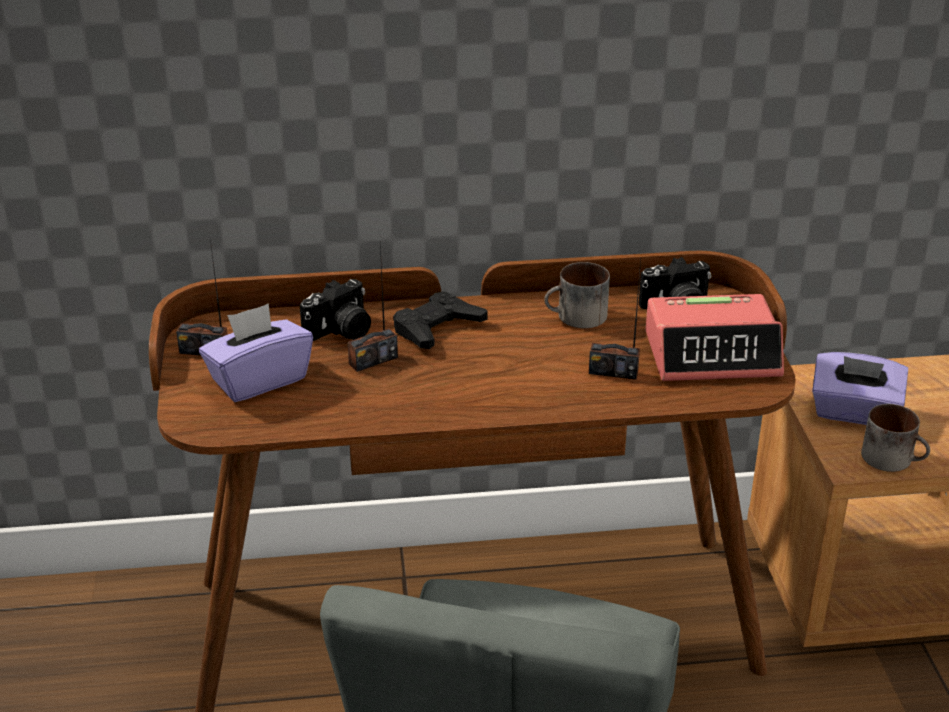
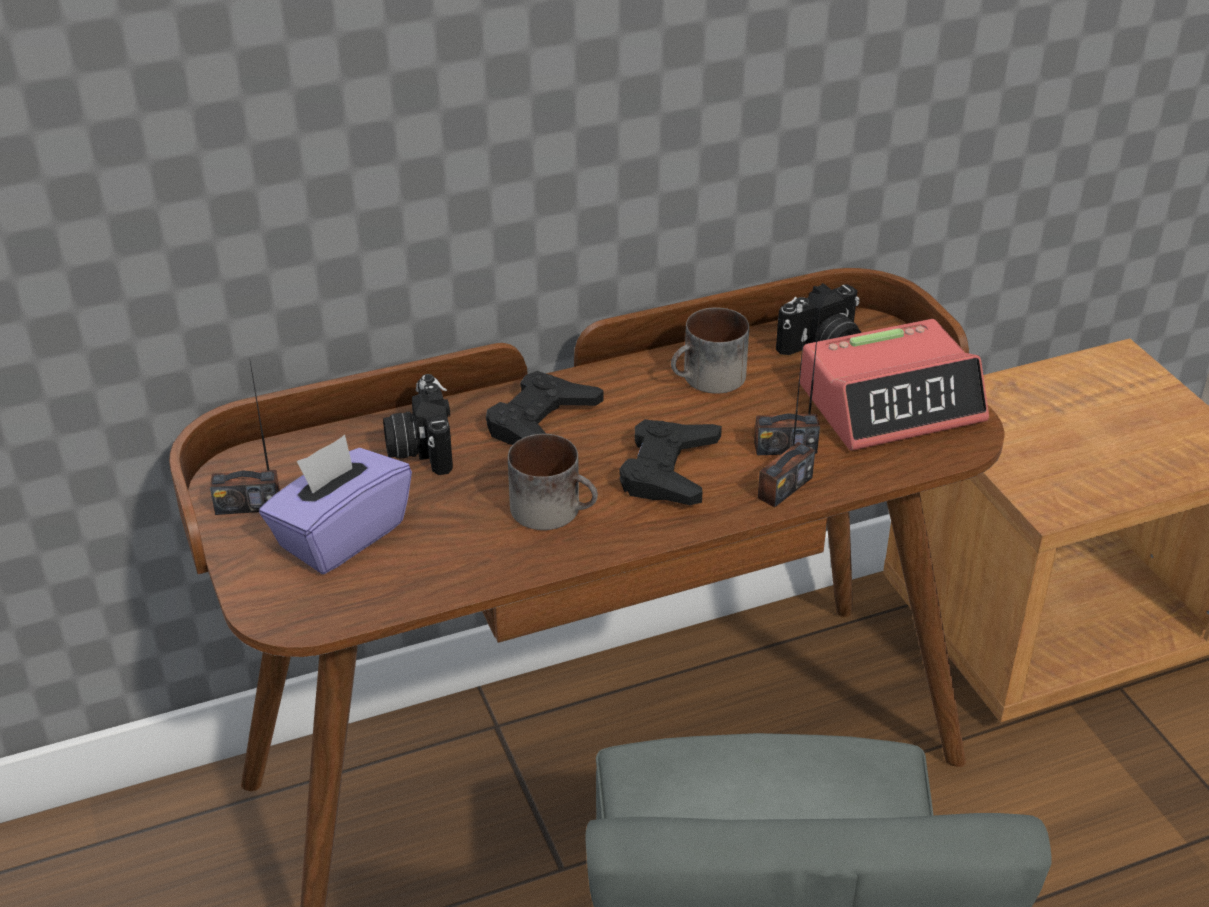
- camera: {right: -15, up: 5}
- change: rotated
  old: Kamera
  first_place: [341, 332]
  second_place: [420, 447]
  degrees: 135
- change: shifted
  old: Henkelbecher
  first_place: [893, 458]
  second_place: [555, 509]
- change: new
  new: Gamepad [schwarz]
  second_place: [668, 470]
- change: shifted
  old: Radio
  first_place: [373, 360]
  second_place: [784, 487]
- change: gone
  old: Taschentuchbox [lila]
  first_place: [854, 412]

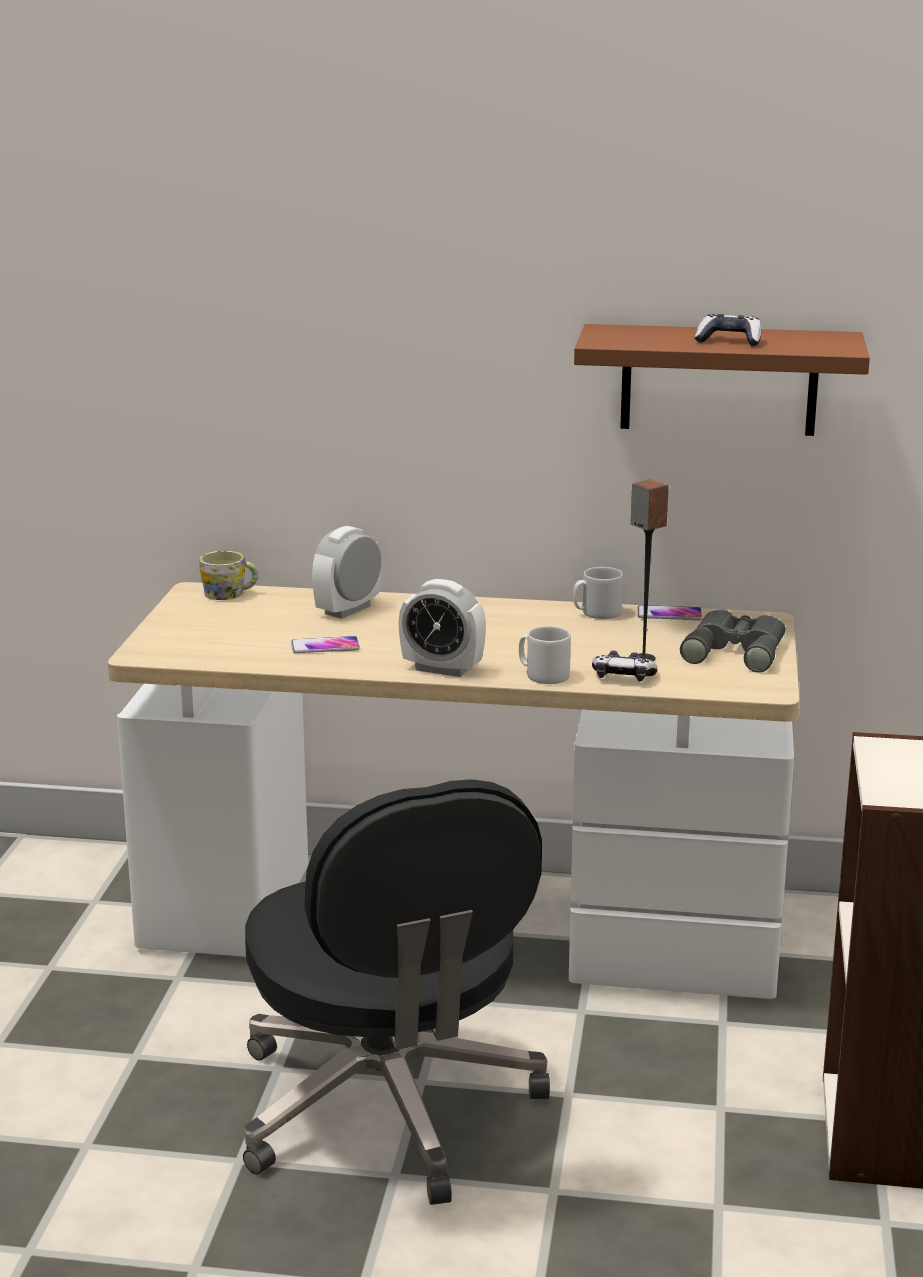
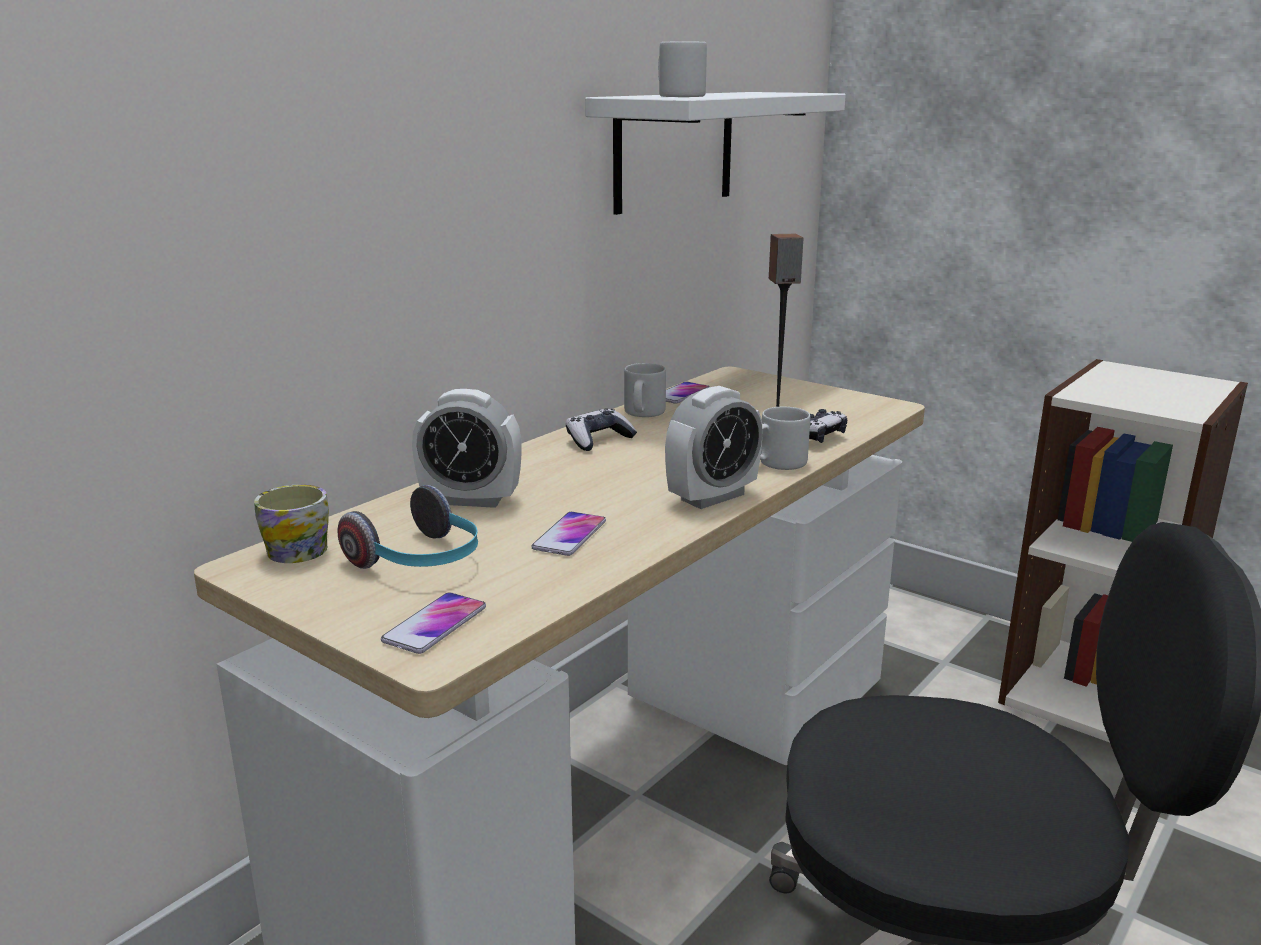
- camera: {right: -60, up: 0}
- change: new
  new: Kopfhörer
  second_place: [420, 561]
- change: new
  new: Handy
  second_place: [435, 624]
- change: rotated
  old: Wecker
  first_place: [348, 610]
  second_place: [470, 500]
  degrees: -60
- change: shifted
  old: Gamepad
  first_place: [729, 341]
  second_place: [598, 440]
- change: repainted
  old: Wandregal [braun]
  new: Wandregal [weiß]
  first_place: [719, 380]
  second_place: [674, 150]
- change: new
  new: Henkelbecher [grau]
  second_place: [678, 96]
- change: gone
  old: Fernglas [grau]
  first_place: [736, 649]

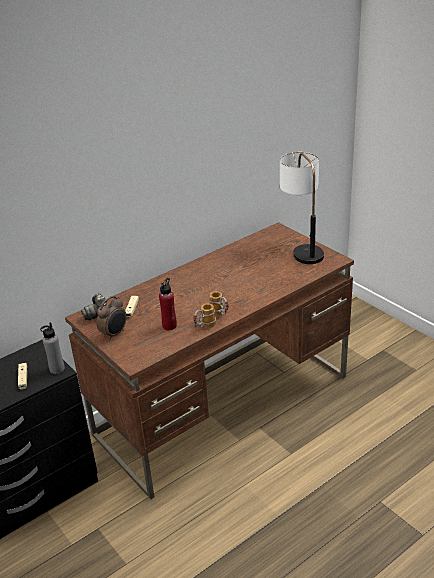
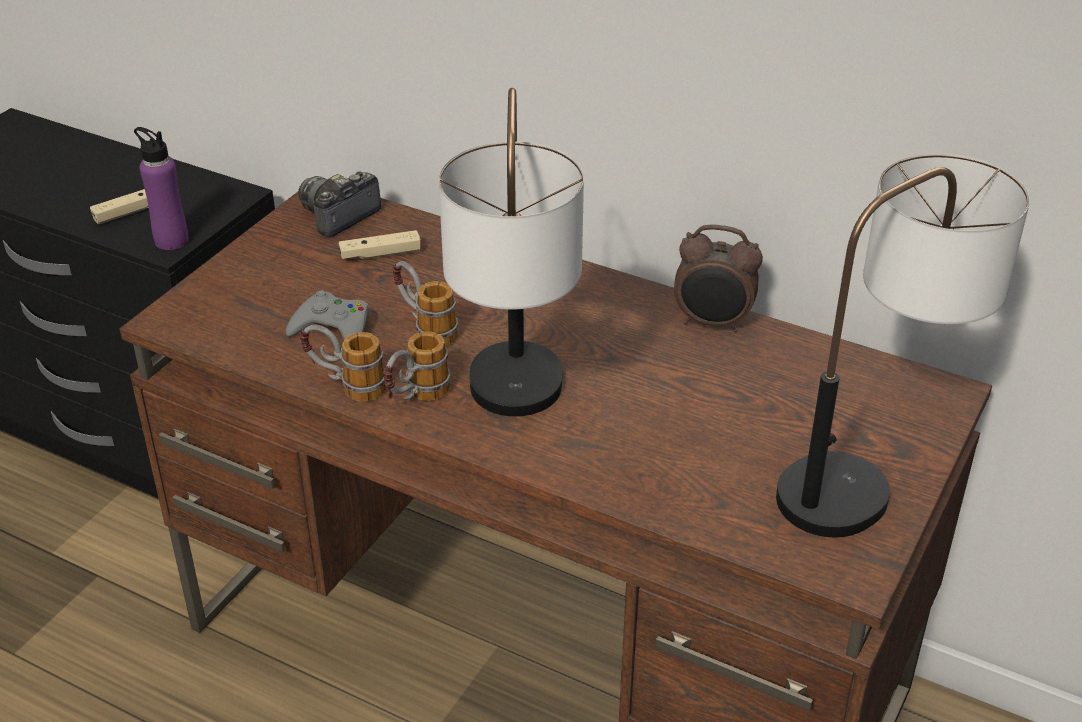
- camera: {right: 65, up: 5}
- change: repainted
  old: Flasche [grau]
  new: Flasche [lila]
  first_place: [57, 369]
  second_place: [171, 240]
- change: swapped
  old: Flasche [rot]
  new: Gamepad [grau]
  first_place: [169, 326]
  second_place: [333, 329]
- change: new
  new: Henkelbecher
  second_place: [424, 328]
- change: new
  new: Tischlampe
  second_place: [515, 416]
- change: shifted
  old: Wecker
  first_place: [114, 334]
  second_place: [712, 323]

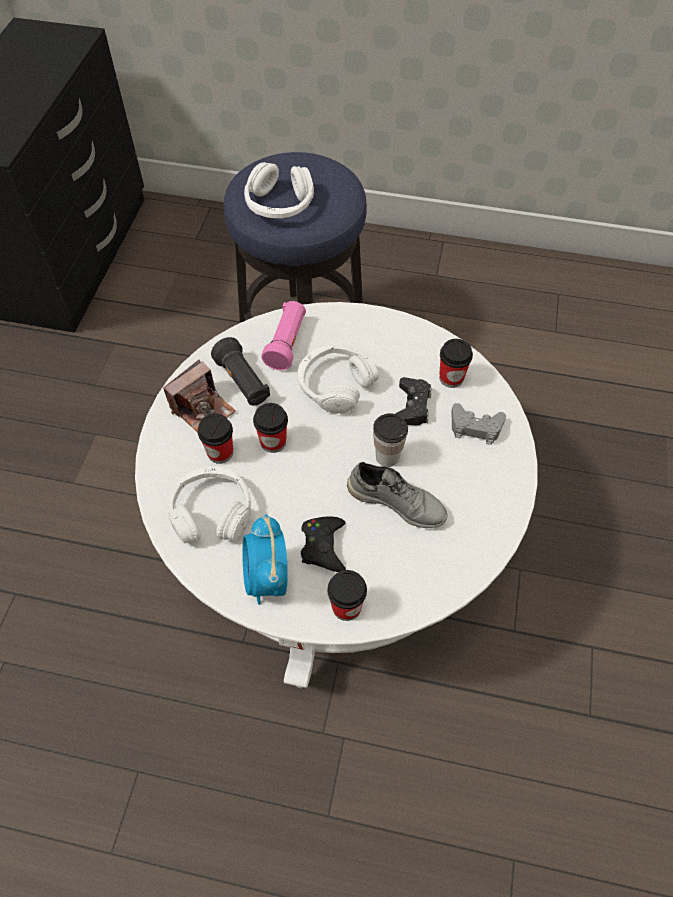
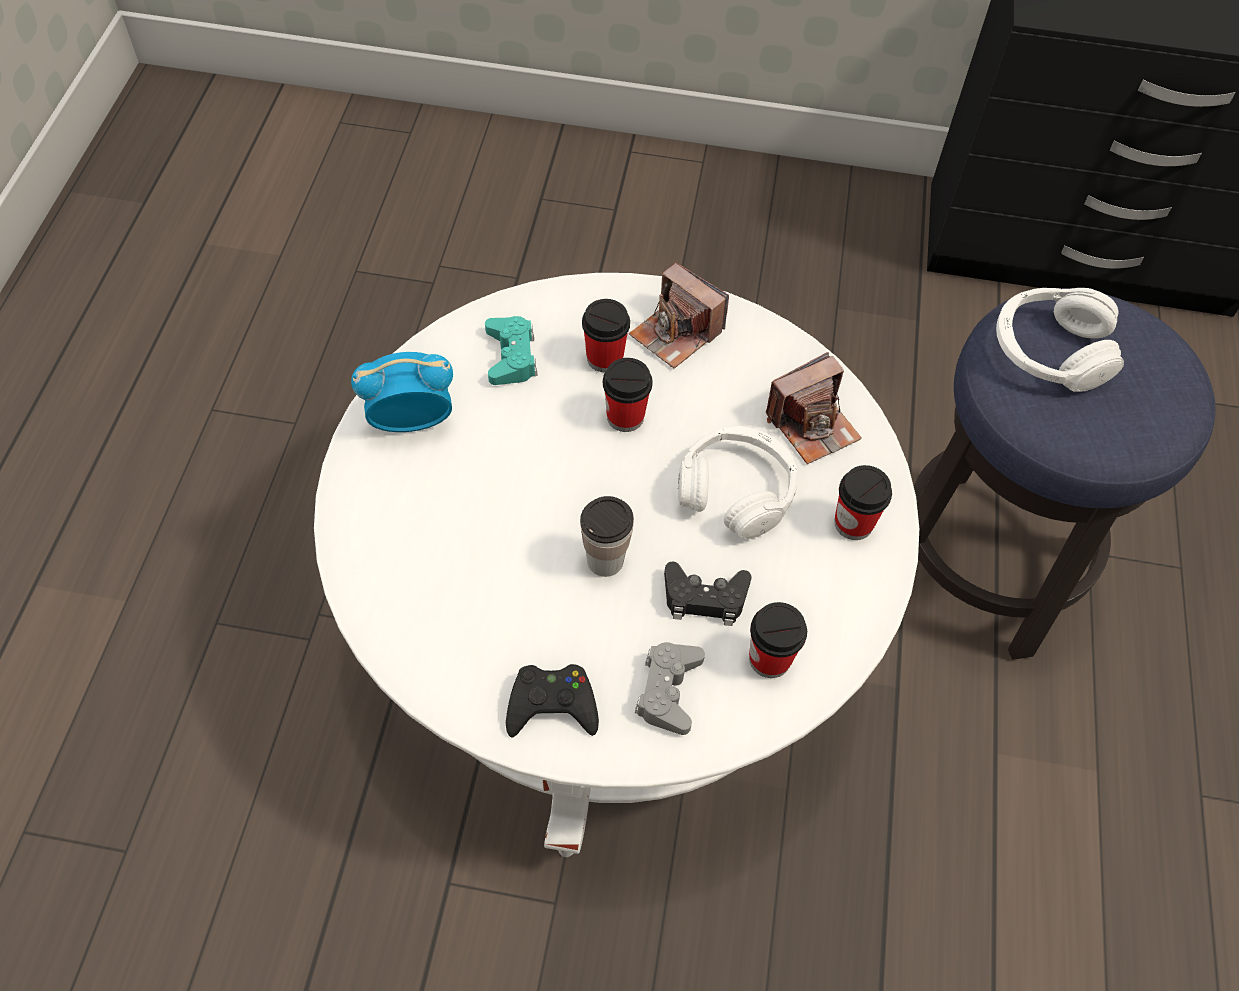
- camera: {right: 85, up: 0}
- change: swapped
  old: Kopfhörer [weiß]
  new: Gamepad [türkis]
  first_place: [212, 511]
  second_place: [511, 356]
- change: shifted
  old: Gamepad [schwarz]
  first_place: [323, 546]
  second_place: [552, 705]
- change: swapped
  old: Taschenlampe [rosa]
  new: Kamera
  first_place: [287, 343]
  second_place: [812, 425]
- change: shifted
  old: Tasse
  first_place: [346, 607]
  second_place: [853, 523]
- change: gone
  old: Taschenlampe [schwarz]
  first_place: [243, 382]
- change: gone
  old: Schuh [grau]
  first_place: [397, 501]

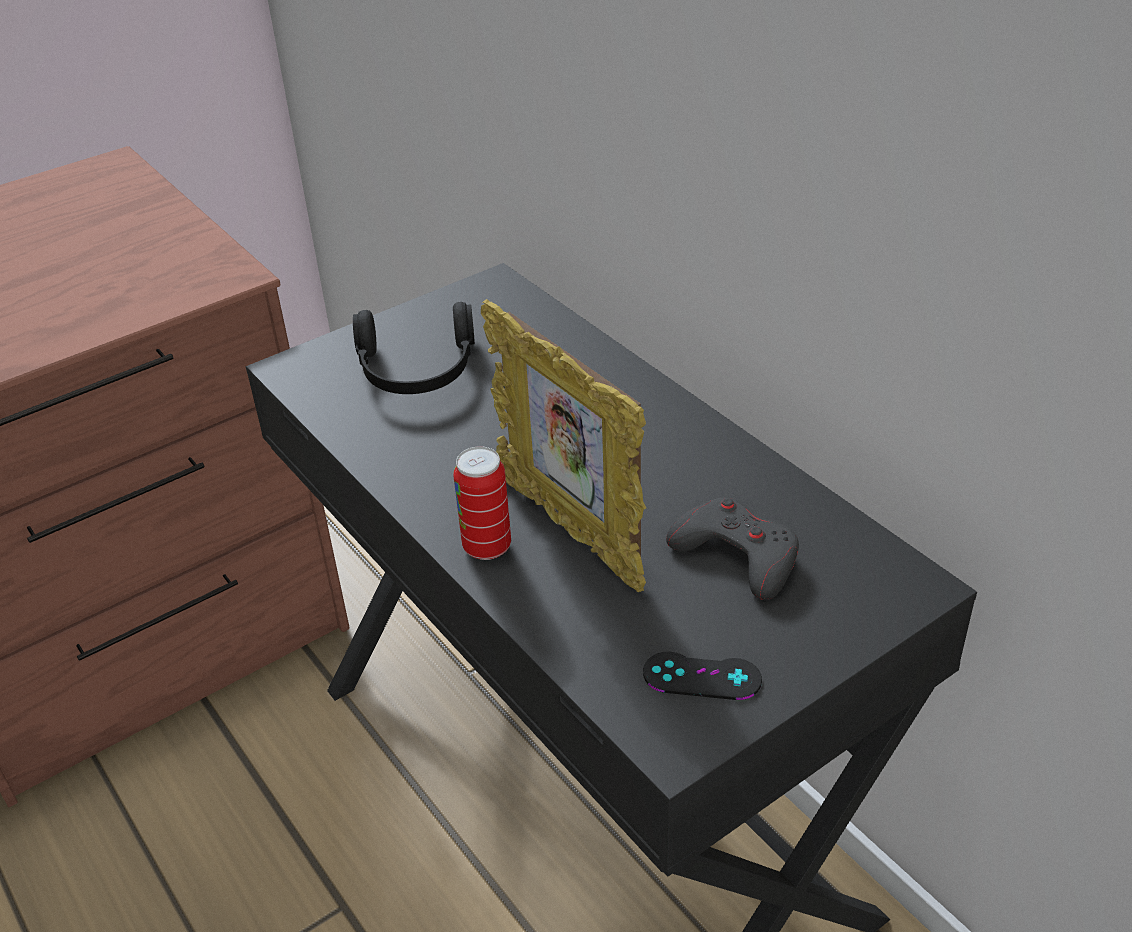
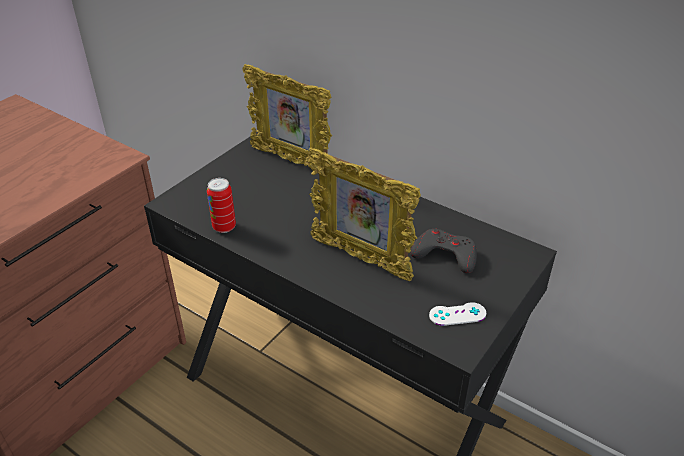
- camera: {right: -20, up: 0}
- change: shifted
  old: Dose
  first_place: [487, 547]
  second_place: [224, 227]
- change: new
  new: Bilderrahmen
  second_place: [291, 161]
- change: repainted
  old: Gamepad [schwarz]
  new: Gamepad [weiß]
  first_place: [702, 676]
  second_place: [457, 314]
- change: gone
  old: Kopfhörer [schwarz]
  first_place: [417, 370]

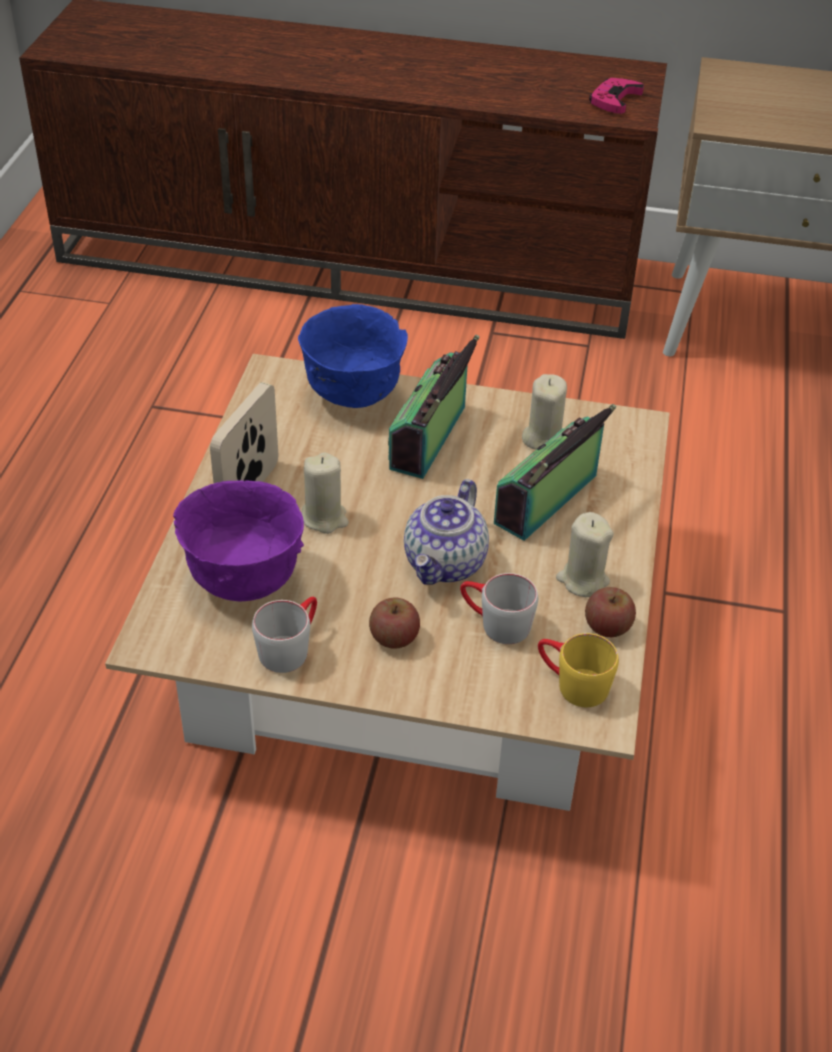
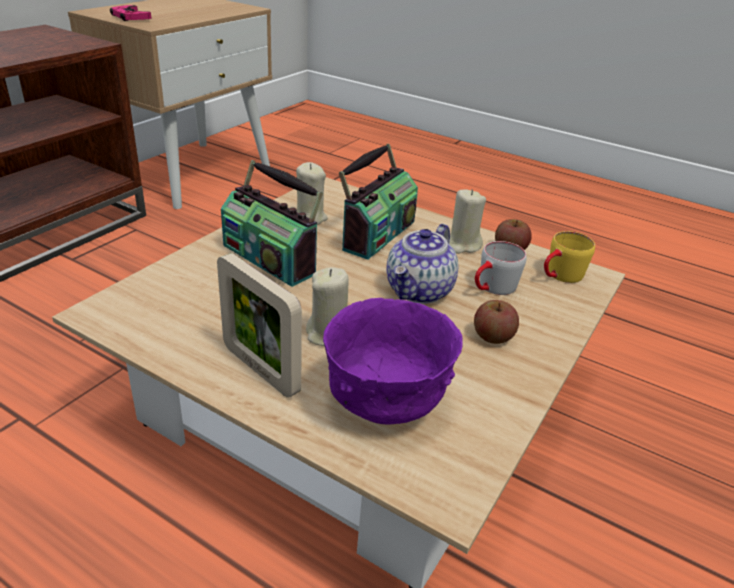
- camera: {right: -70, up: -10}
- change: shifted
  old: Gamepad [rosa]
  first_place: [614, 100]
  second_place: [130, 17]
- change: rotated
  old: Radio
  first_place: [549, 501]
  second_place: [377, 234]
  degrees: -120
- change: rotated
  old: Teekanne
  first_place: [446, 564]
  second_place: [420, 291]
  degrees: 75
- change: gone
  old: Henkelbecher [grau]
  first_place: [290, 646]
- change: gone
  old: Schüssel [blau]
  first_place: [353, 395]

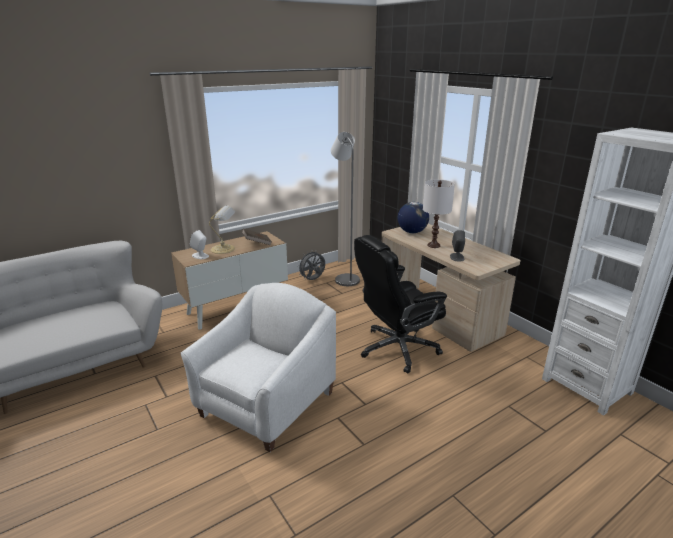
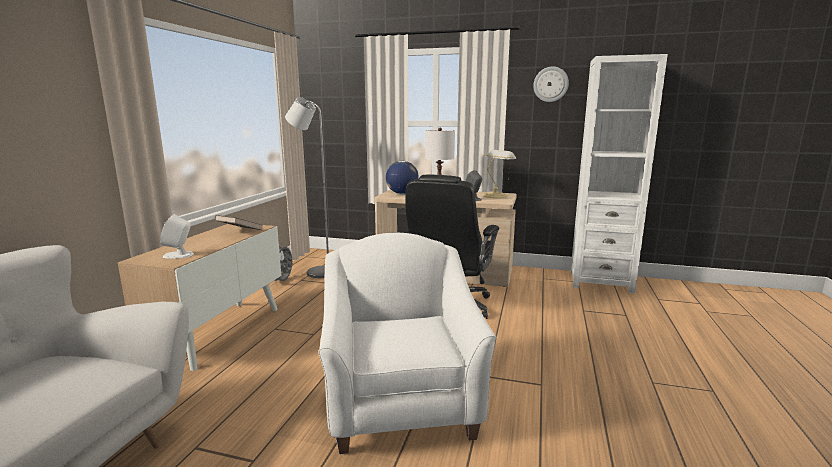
- camera: {right: -40, up: -10}
- change: shifted
  old: Tischlampe
  first_place: [224, 249]
  second_place: [496, 195]
- change: new
  new: Wanduhr
  second_place: [550, 84]

